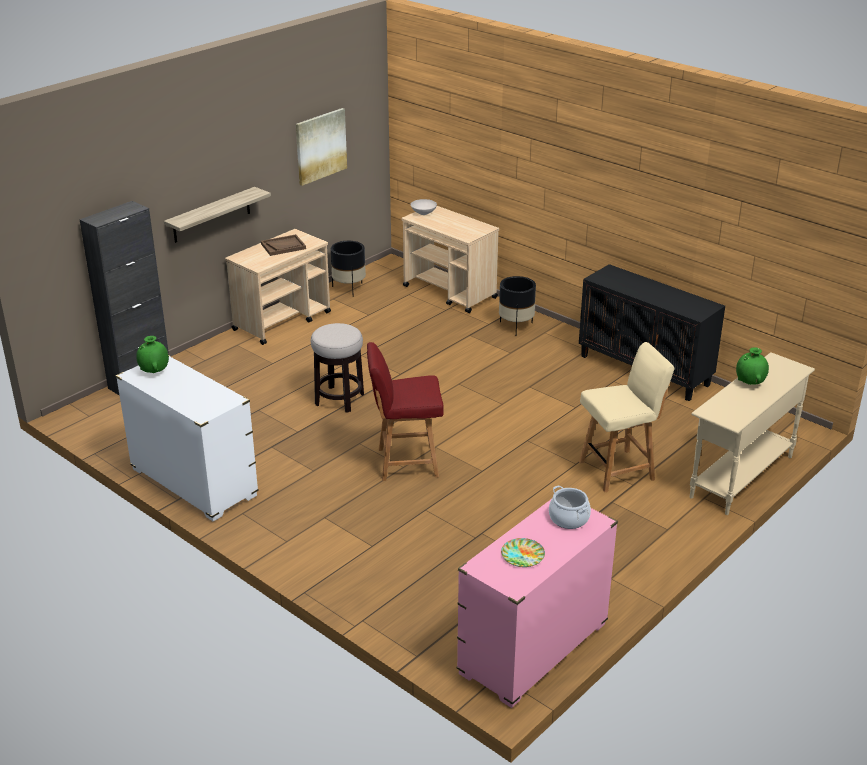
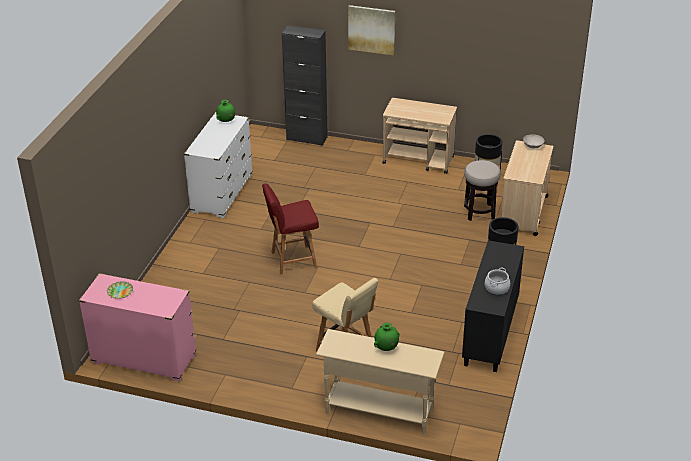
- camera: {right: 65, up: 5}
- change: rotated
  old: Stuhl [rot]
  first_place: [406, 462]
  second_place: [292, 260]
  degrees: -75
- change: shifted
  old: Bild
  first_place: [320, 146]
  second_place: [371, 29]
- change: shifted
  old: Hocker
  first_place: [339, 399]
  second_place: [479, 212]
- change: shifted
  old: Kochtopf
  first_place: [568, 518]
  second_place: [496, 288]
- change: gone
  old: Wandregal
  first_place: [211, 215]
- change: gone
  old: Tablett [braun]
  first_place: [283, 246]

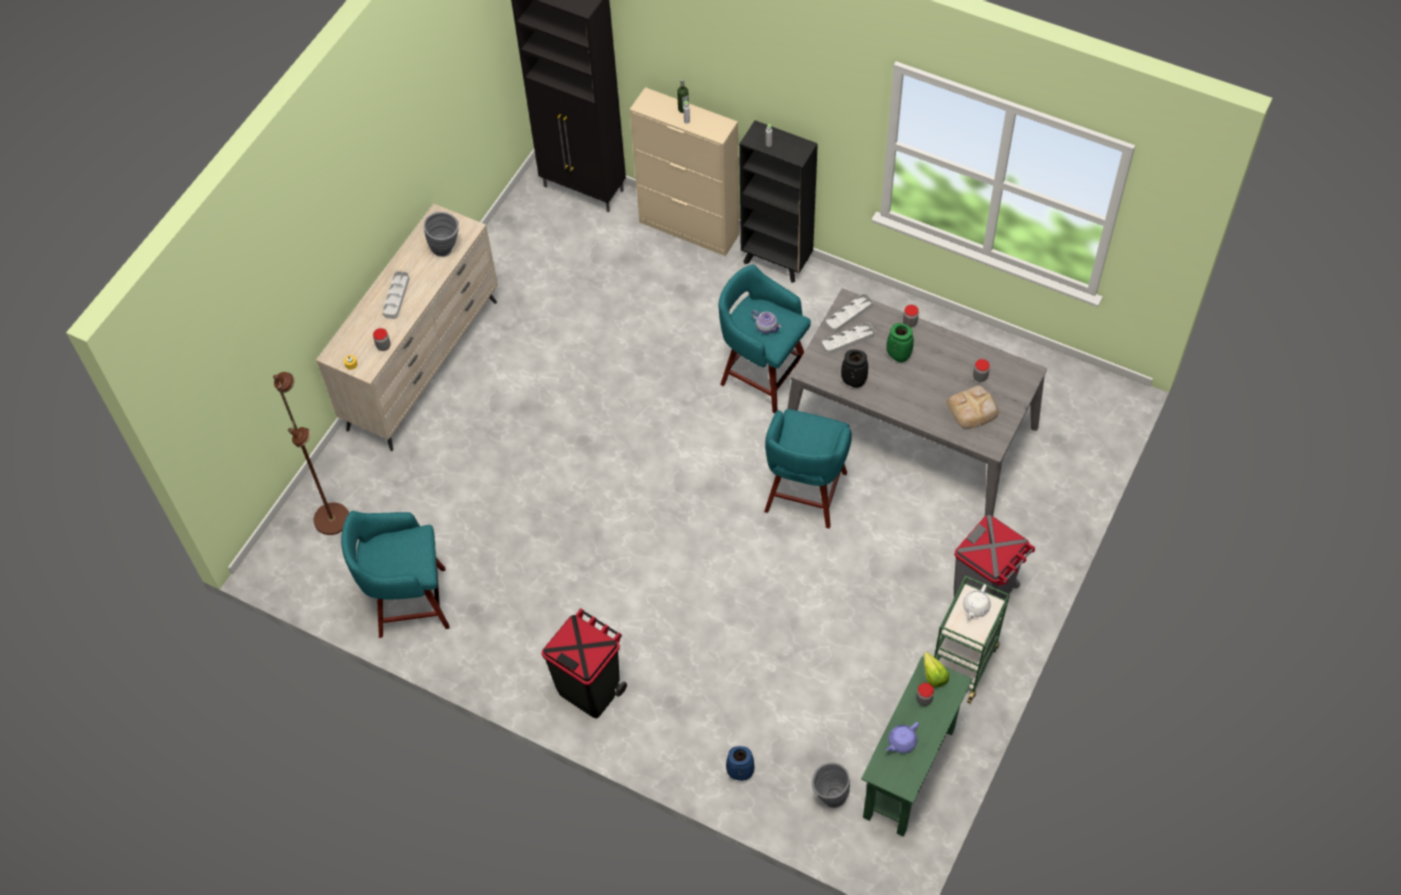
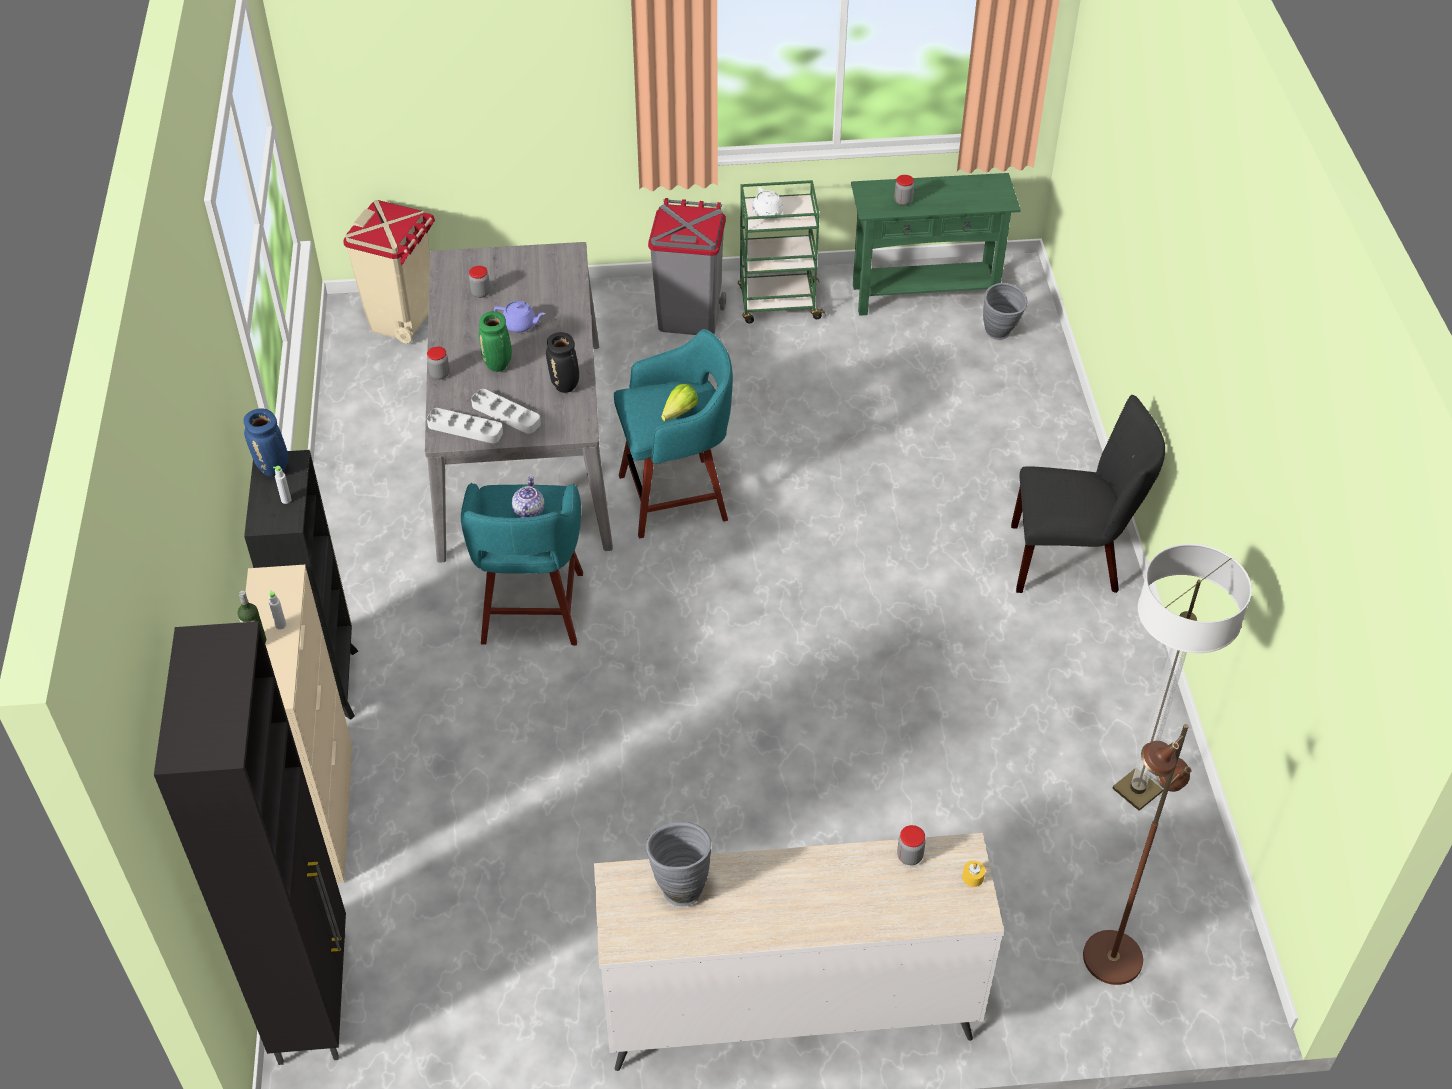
- camera: {right: -125, up: -10}
- change: shifted
  old: Vase [blau]
  first_place: [740, 773]
  second_place: [273, 468]
- change: new
  new: Mülleimer [beige]
  second_place: [404, 318]
- change: shifted
  old: Teekanne [lila]
  first_place: [901, 742]
  second_place: [520, 325]
- change: shifted
  old: Salatkopf
  first_place: [933, 672]
  second_place: [676, 415]
- change: rotated
  old: Teekanne [weiß]
  first_place: [975, 607]
  second_place: [767, 213]
  degrees: 75
- change: swapped
  old: Mülleimer [schwarz]
  new: Stuhl [schwarz]
  first_place: [589, 690]
  second_place: [1072, 559]
- change: swapped
  old: Hocker [türkis]
  new: Stehlampe
  first_place: [409, 602]
  second_place: [1137, 790]
- change: gone
  old: Tablett [grau]
  first_place: [396, 297]
- change: gone
  old: Brot
  first_place: [973, 409]

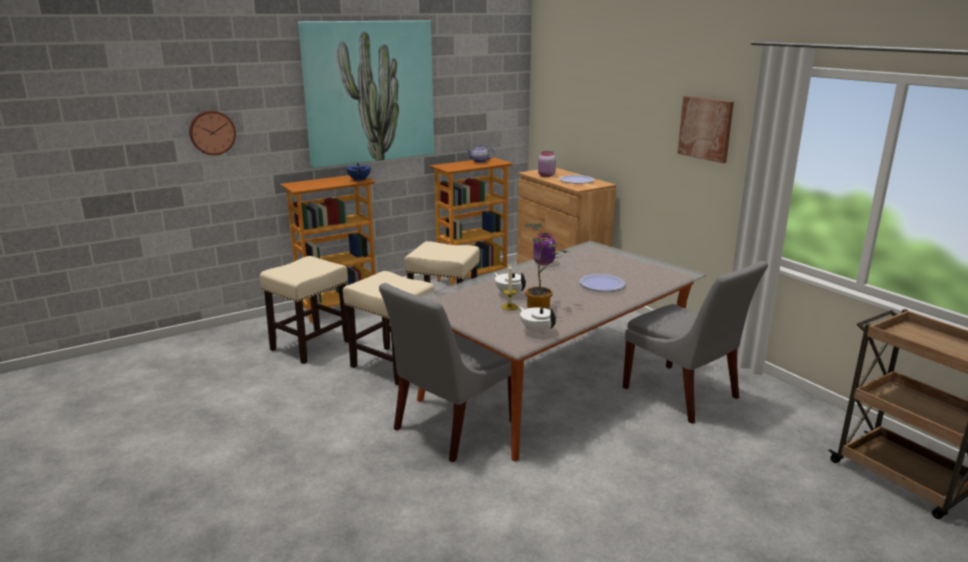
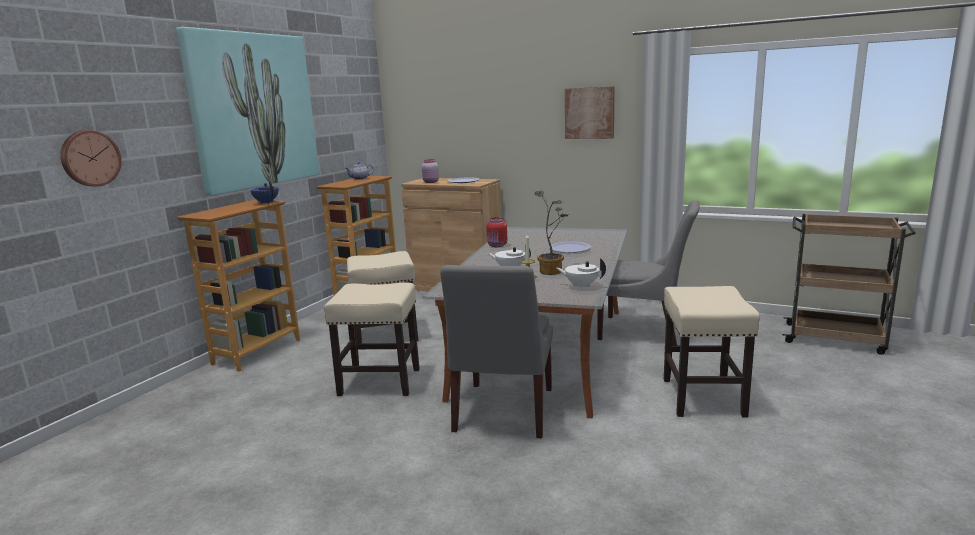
- camera: {right: -30, up: -5}
- change: repainted
  old: Vorratsglas [lila]
  new: Vorratsglas [rot]
  first_place: [543, 263]
  second_place: [497, 246]
- change: shifted
  old: Hocker [beige]
  first_place: [311, 345]
  second_place: [702, 396]

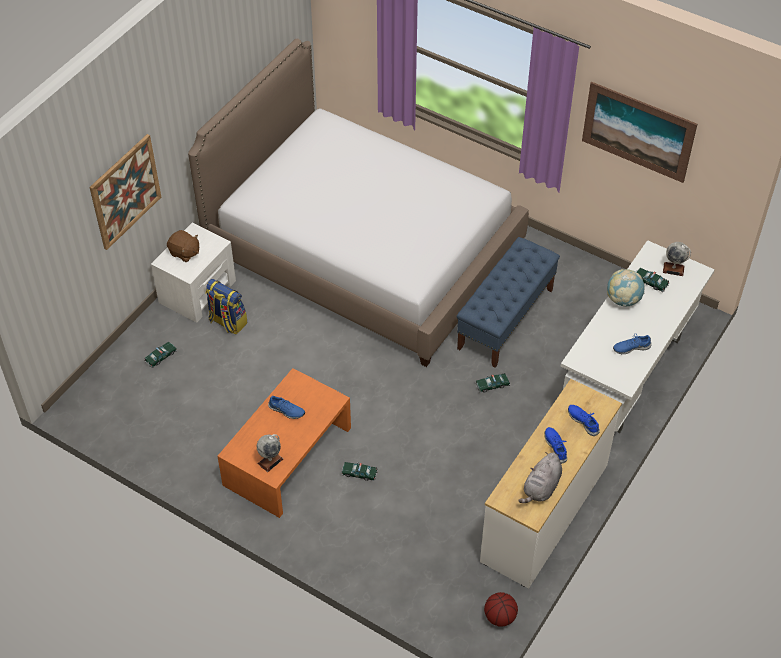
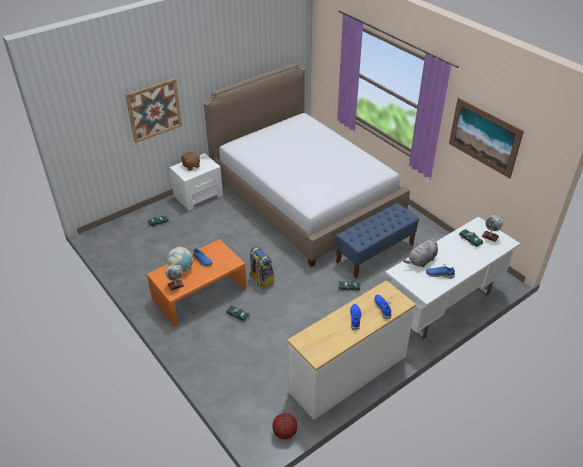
- camera: {right: 20, up: -10}
- change: shifted
  old: Globus
  first_place: [623, 300]
  second_place: [181, 269]
- change: shifted
  old: Rucksack
  first_place: [227, 322]
  second_place: [261, 279]
- change: shifted
  old: Plüschtier [grau]
  first_place: [541, 488]
  second_place: [421, 261]

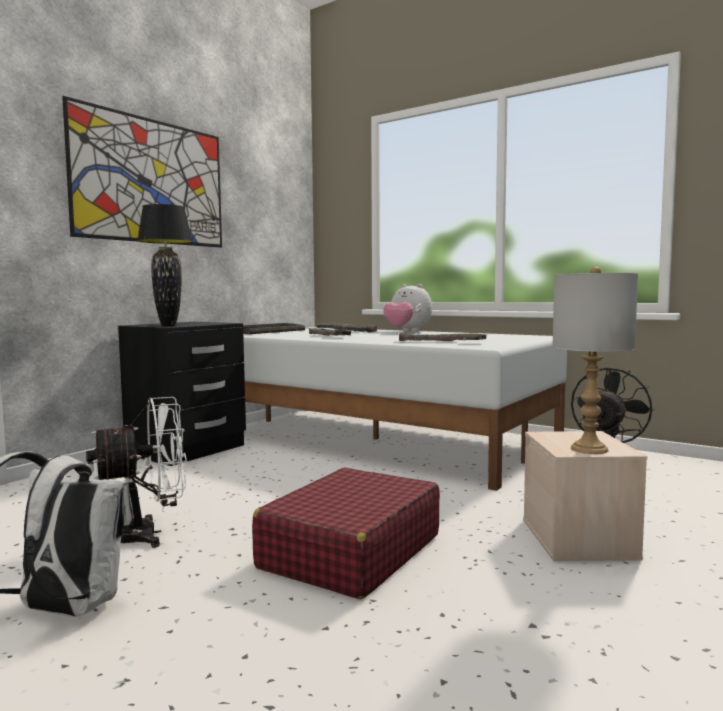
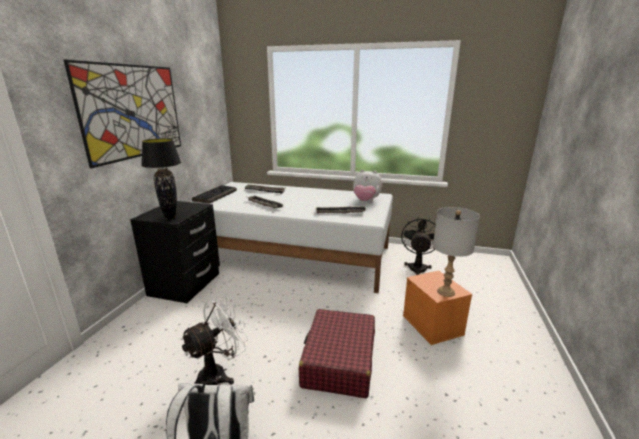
- camera: {right: -20, up: 15}
- change: shifted
  old: Plüschtier
  first_place: [407, 331]
  second_place: [366, 201]
- change: repainted
  old: Aufbewahrungsbox [beige]
  new: Aufbewahrungsbox [orange]
  first_place: [580, 539]
  second_place: [433, 325]

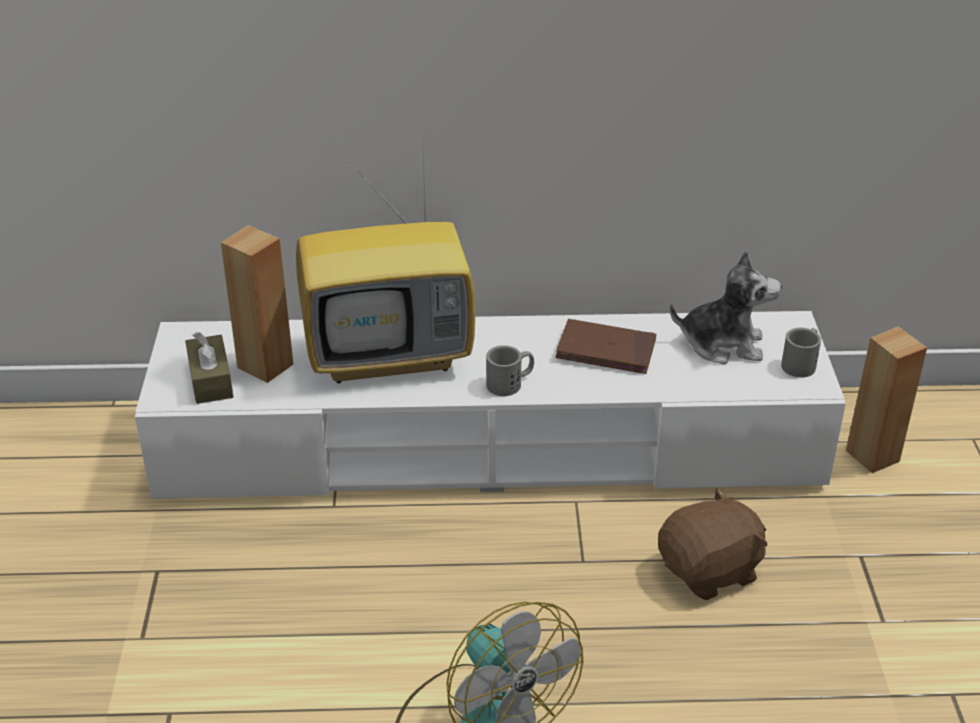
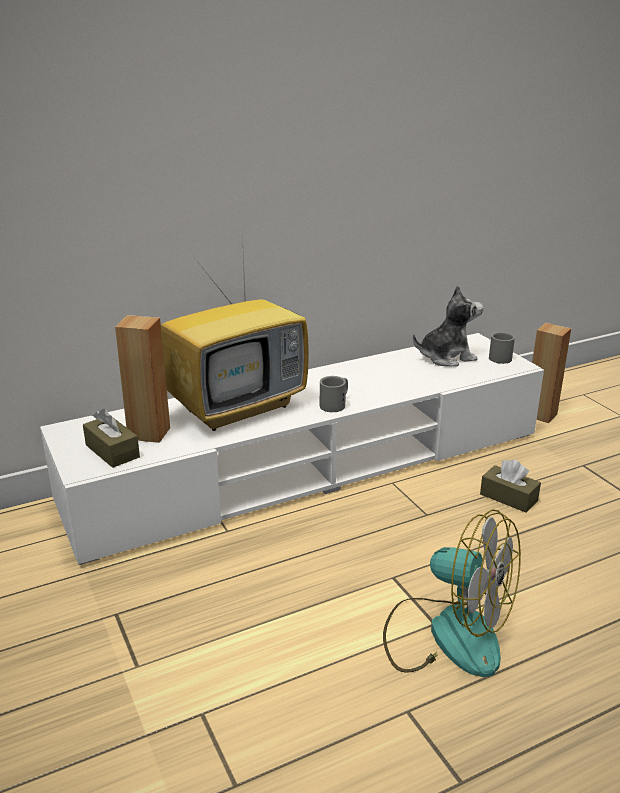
- camera: {right: -25, up: -10}
- change: swapped
  old: Plüschtier [braun]
  new: Taschentuchbox [braun]
  first_place: [710, 571]
  second_place: [508, 497]
- change: gone
  old: Buch [braun]
  first_place: [606, 351]

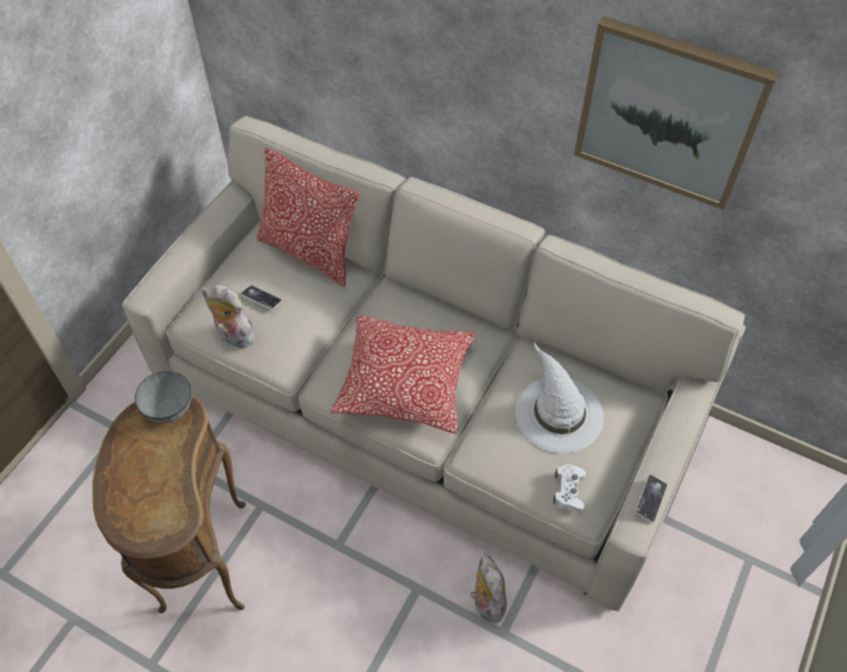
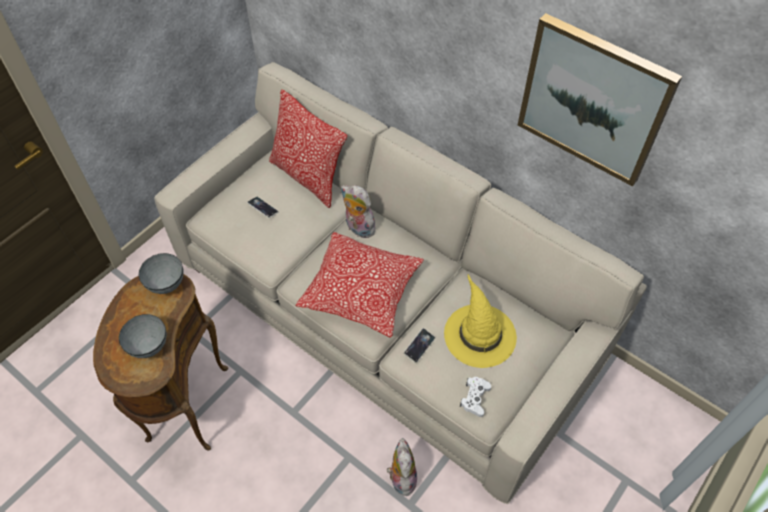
- camera: {right: 10, up: 0}
- change: new
  new: Schüssel [grau]
  second_place: [149, 346]
- change: shifted
  old: Plüschtier
  first_place: [233, 336]
  second_place: [358, 228]
- change: shifted
  old: Handy
  first_place: [650, 499]
  second_place: [419, 346]
- change: repainted
  old: Hut [weiß]
  new: Hut [gelb]
  first_place: [558, 413]
  second_place: [479, 334]

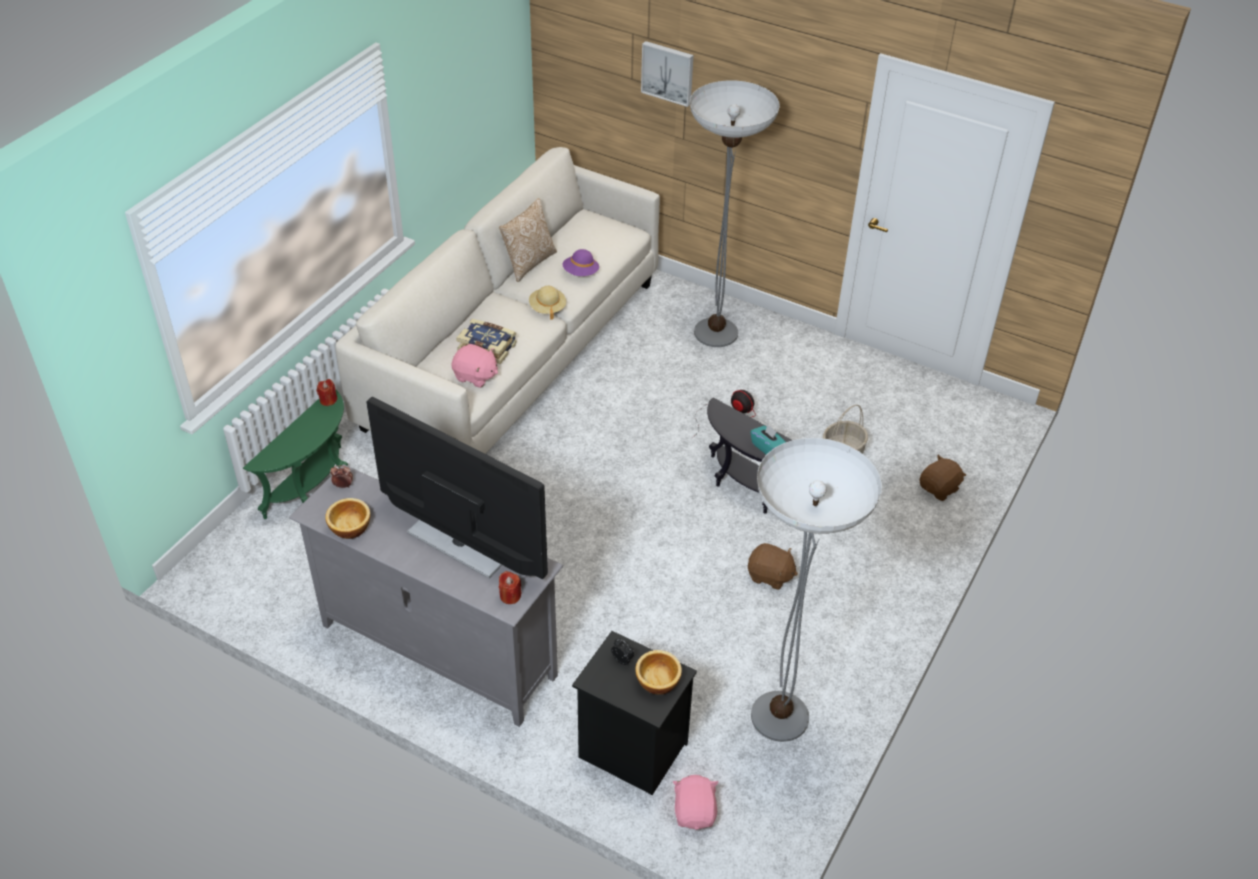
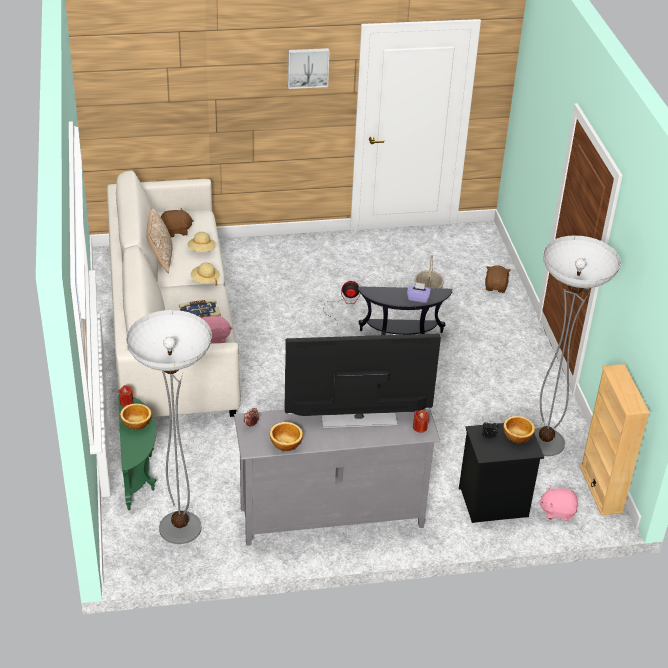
- camera: {right: -40, up: -5}
- change: new
  new: Schüssel
  second_place: [136, 423]
- change: shifted
  old: Stehlampe
  first_place: [716, 333]
  second_place: [180, 528]
- change: shifted
  old: Plüschtier [braun]
  first_place: [770, 576]
  second_place: [176, 231]
- change: repainted
  old: Hut [lila]
  new: Hut [beige]
  first_place: [581, 273]
  second_place: [201, 250]
- change: shifted
  old: Bild
  first_place: [668, 72]
  second_place: [308, 67]
- change: repainted
  old: Taschentuchbox [türkis]
  new: Taschentuchbox [lila]
  first_place: [767, 447]
  second_place: [418, 298]
- change: rotated
  old: Plüschtier [rosa]
  first_place: [695, 812]
  second_place: [557, 511]
  degrees: -45
- change: new
  new: Bücherregal [beige]
  second_place: [601, 489]

